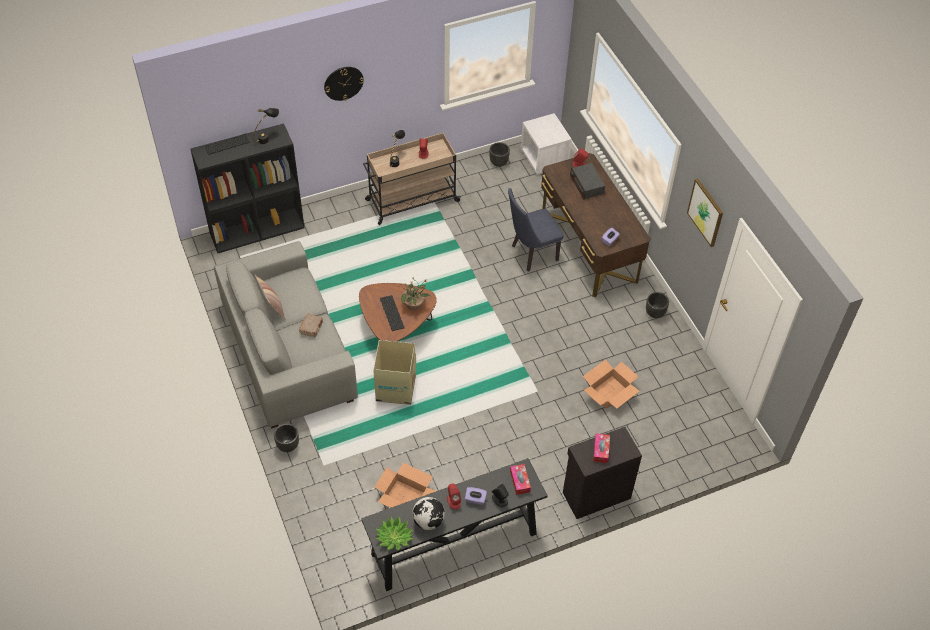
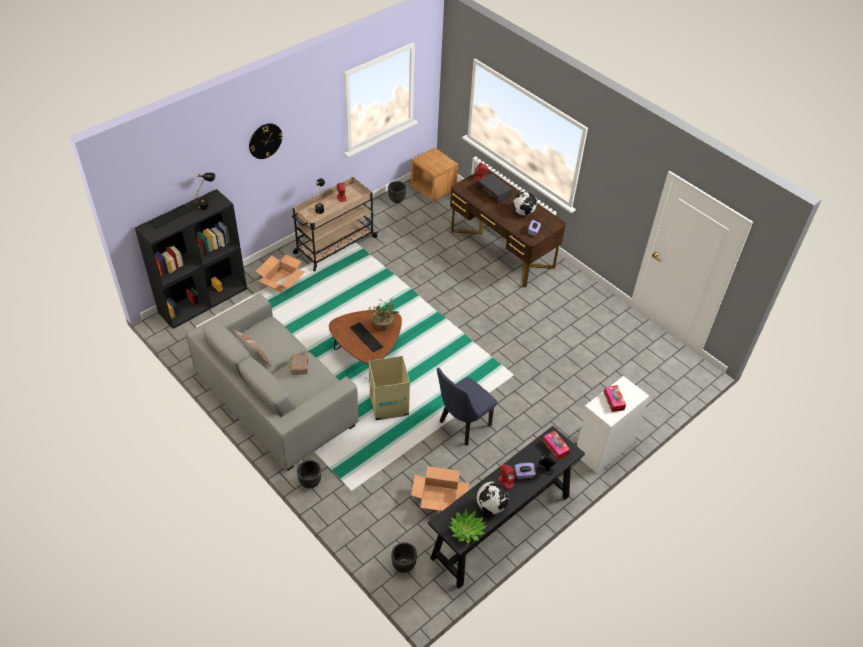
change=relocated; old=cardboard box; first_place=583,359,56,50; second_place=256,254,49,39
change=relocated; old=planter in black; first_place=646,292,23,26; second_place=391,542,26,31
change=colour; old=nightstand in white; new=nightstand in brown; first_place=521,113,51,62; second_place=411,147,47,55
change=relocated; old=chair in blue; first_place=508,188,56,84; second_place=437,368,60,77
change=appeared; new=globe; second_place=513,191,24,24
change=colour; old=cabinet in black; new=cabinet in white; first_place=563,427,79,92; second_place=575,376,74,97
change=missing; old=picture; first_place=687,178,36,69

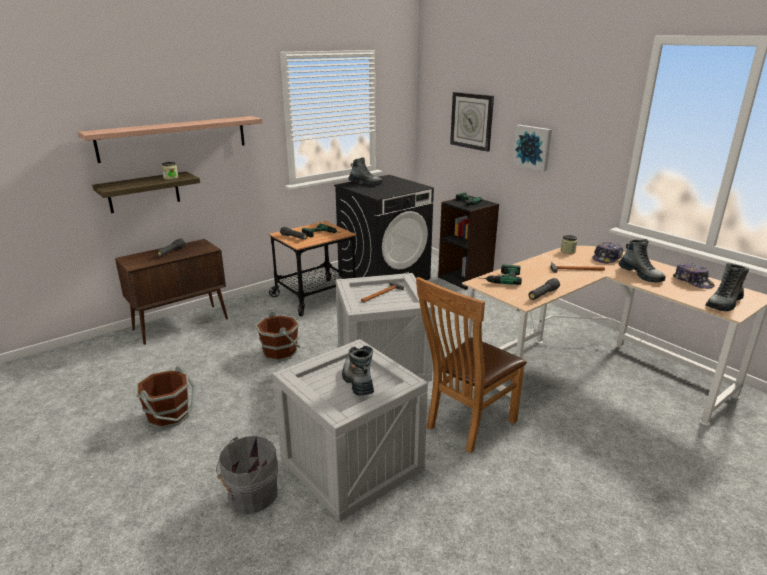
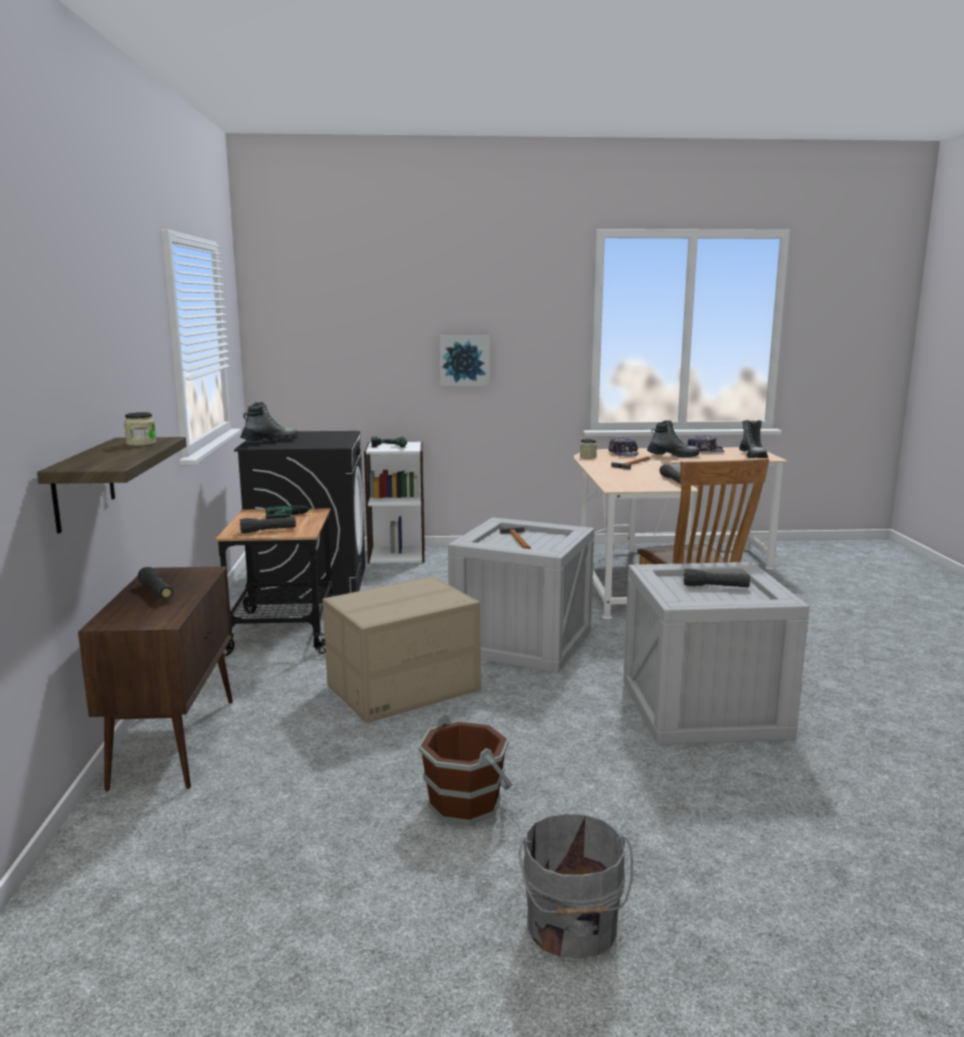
change=exchanged; old=bucket in brown; new=cardboard box; first_place=256,311,44,51; second_place=323,576,158,147
change=colour; old=bookcase in black; new=bookcase in white; first_place=438,195,61,95; second_place=364,442,61,122
change=relocated; old=bucket in grey; first_place=216,436,62,78; second_place=519,814,114,145
change=exchanged; old=boot; new=flashlight in black; first_place=342,346,32,50; second_place=683,568,67,20
change=missing; old=shelf; first_place=78,116,185,47
change=missing; old=wall clock; first_place=450,92,44,60
change=missing; old=power drill; first_place=481,265,41,20

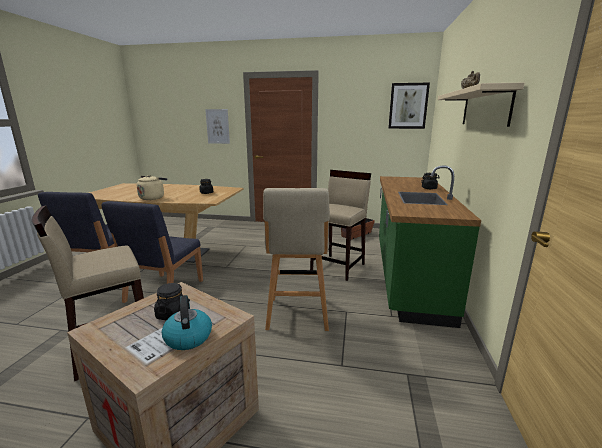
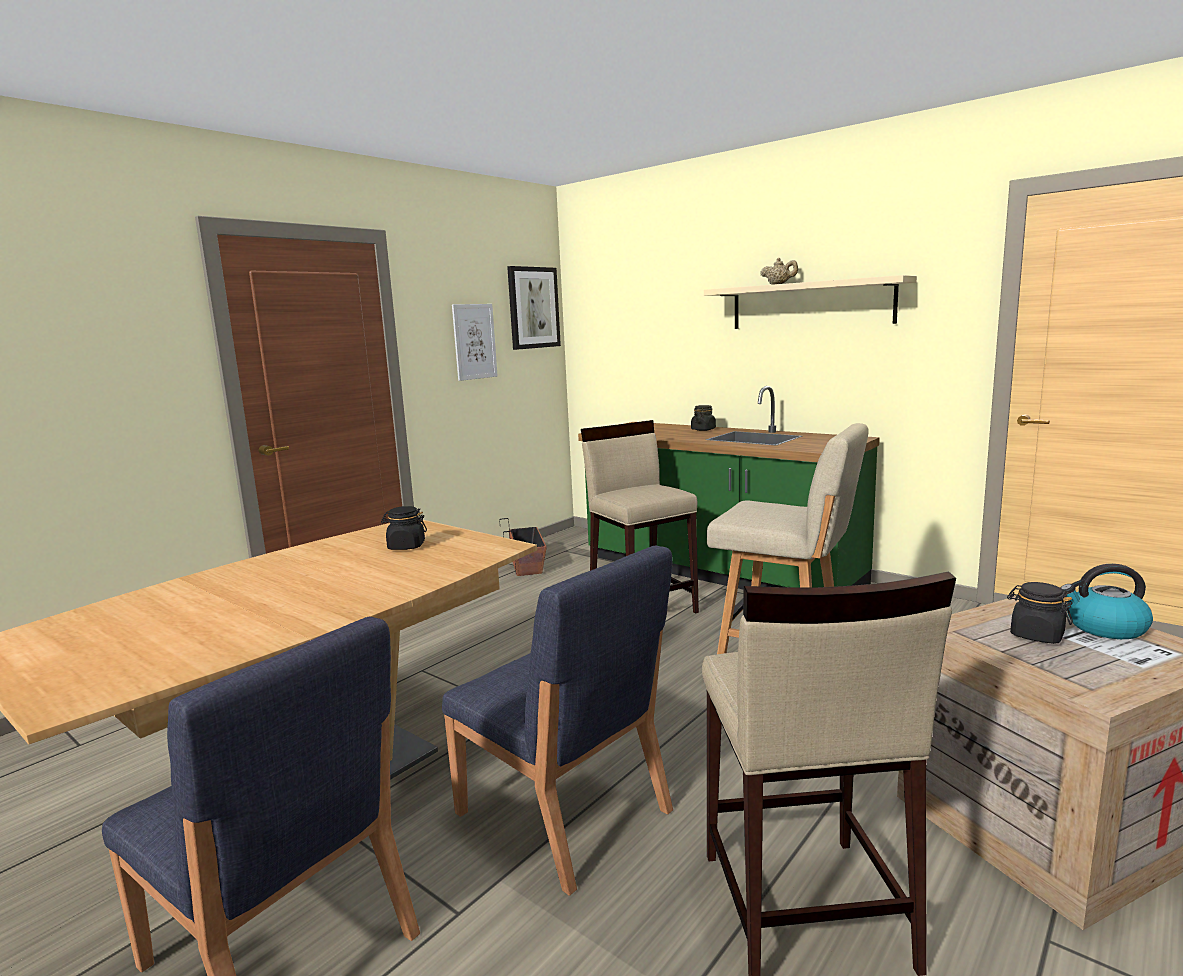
change=relocated; old=picture; first_place=205,109,25,35; second_place=452,304,46,77
change=missing; old=kettle in beige; first_place=136,175,31,25

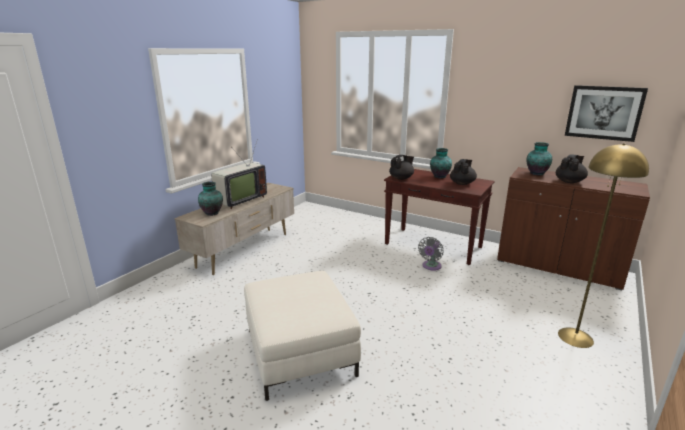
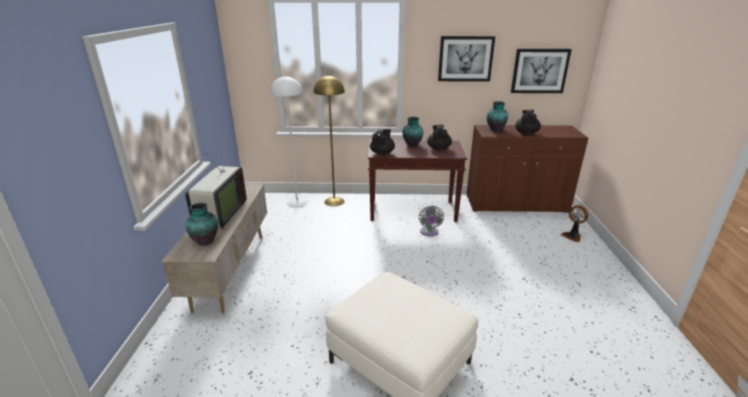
change=appeared; new=floor lamp in white; second_place=271,76,36,132
change=relocated; old=floor lamp in yellow; first_place=558,143,91,205; second_place=314,75,31,131
change=appeared; new=picture; second_place=438,36,57,46
change=appeared; new=fan; second_place=561,205,27,37

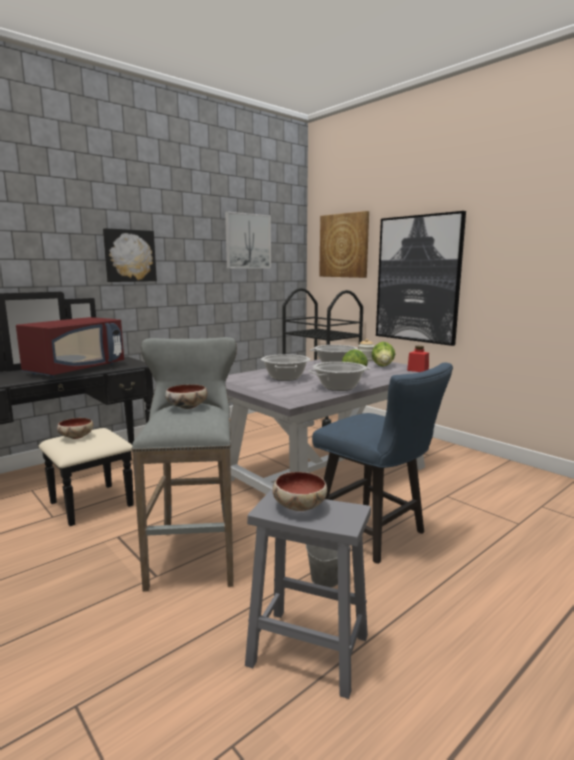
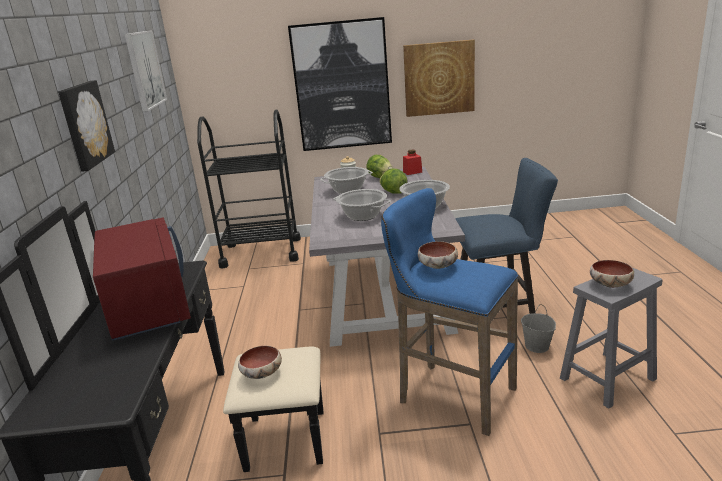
change=colour; old=stool in grey; new=stool in blue; first_place=132,337,105,255; second_place=381,188,137,248
change=relocated; old=picture; first_place=319,211,50,67; second_place=403,39,72,78

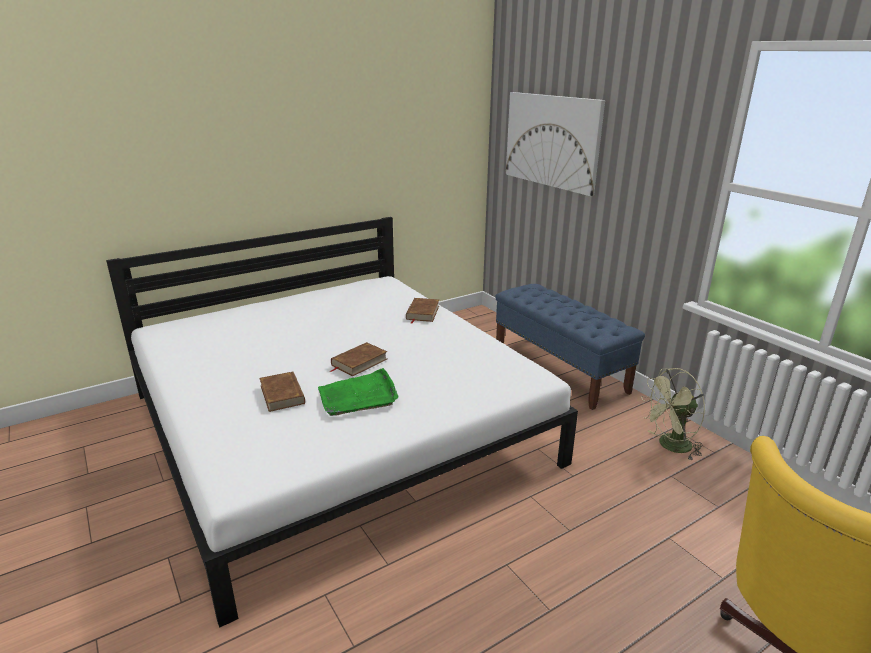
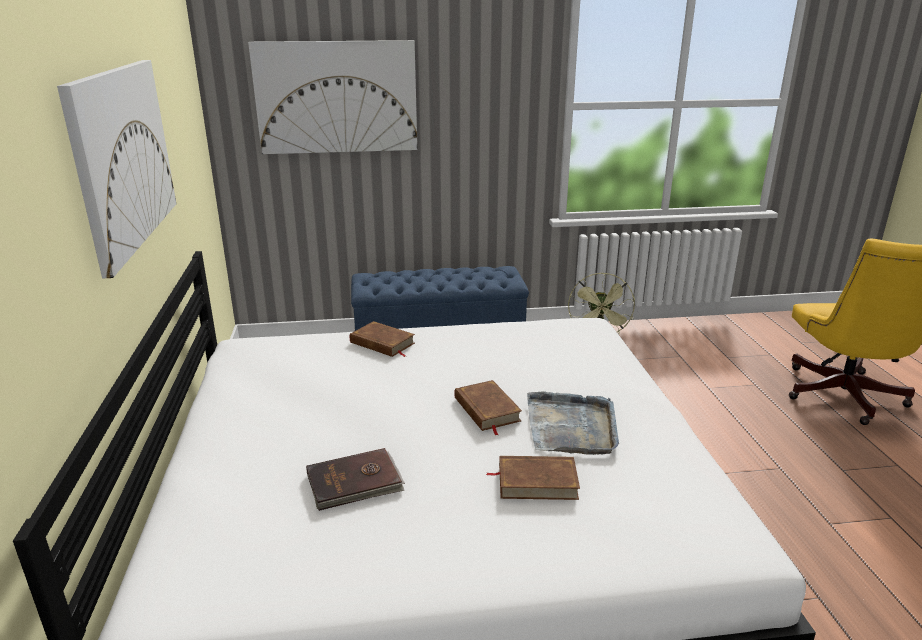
change=appeared; new=picture; second_place=57,60,119,218
change=appeared; new=book in brown; second_place=306,448,99,63
change=colour; old=tray in green; new=tray in grey; first_place=318,368,81,48; second_place=527,391,92,64

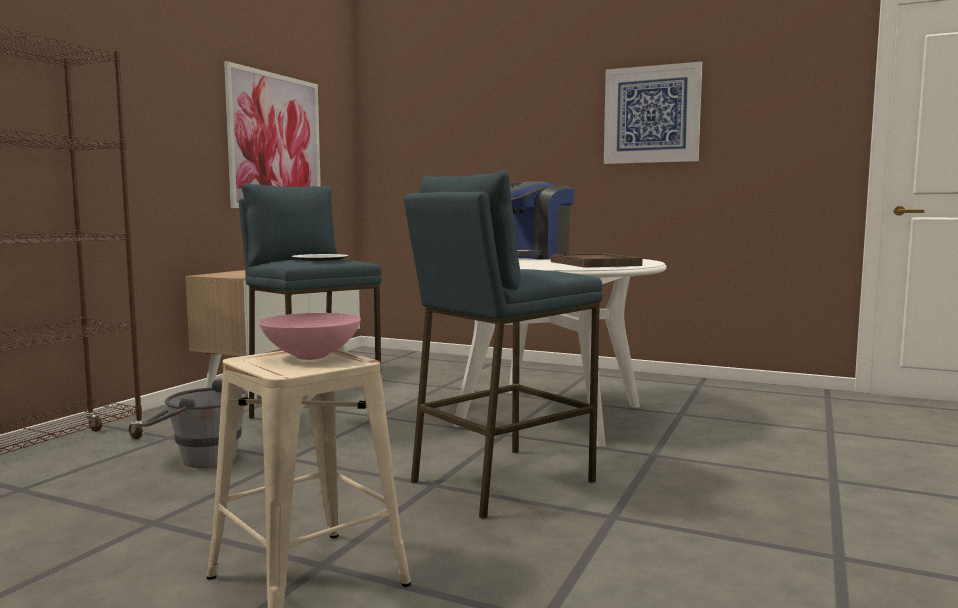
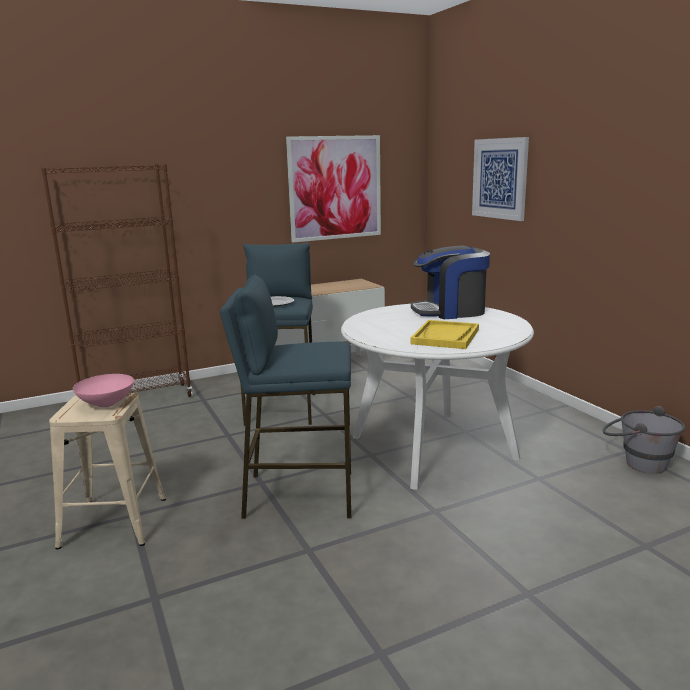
change=colour; old=tray in brown; new=tray in yellow; first_place=551,253,92,15; second_place=410,320,69,29
change=relocated; old=picture; first_place=604,61,98,103; second_place=472,137,57,84
change=relocated; old=bucket in grey; first_place=143,379,105,89; second_place=602,406,83,68

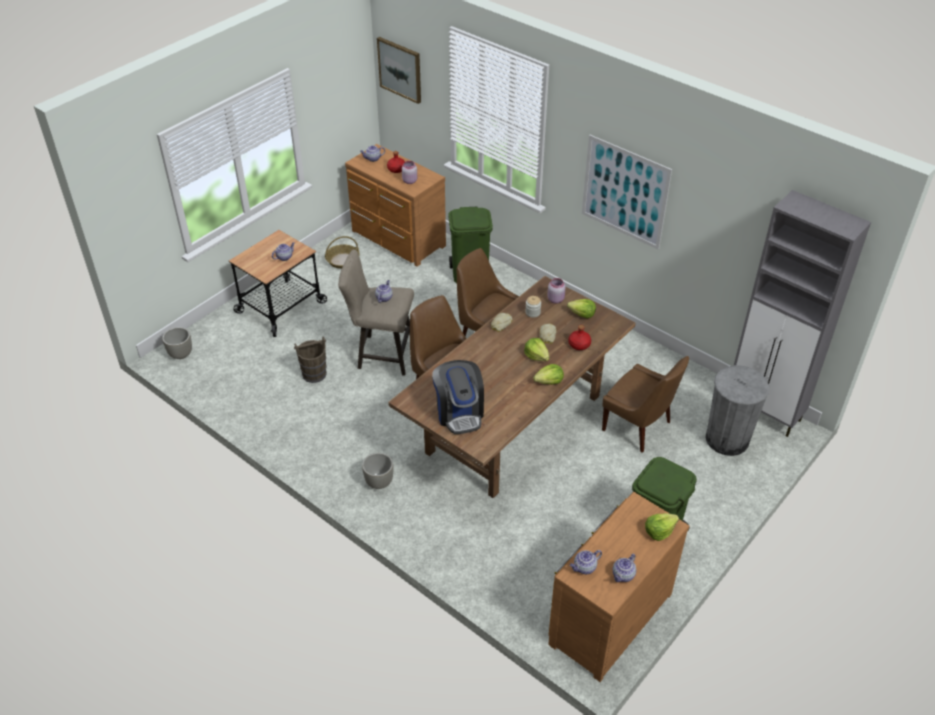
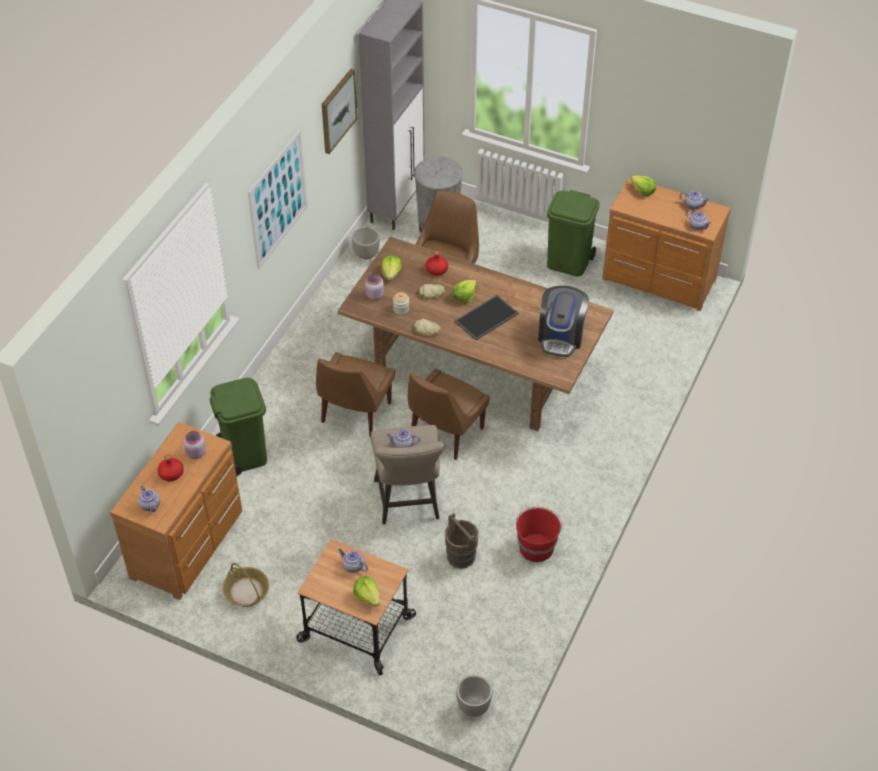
change=relocated; old=picture; first_place=377,37,44,67; second_place=322,69,36,85
change=relocated; old=planter in grey; first_place=362,453,32,36; second_place=352,227,28,33
change=relocated; old=lettuce; first_place=533,364,31,21; second_place=353,576,27,31
change=appeared; new=tray; second_place=454,295,65,45
change=appeared; new=bucket in red; second_place=516,507,46,55
change=spun; old=coffee machine; first_place=432,360,52,74; second_place=538,286,51,71; degrees=135

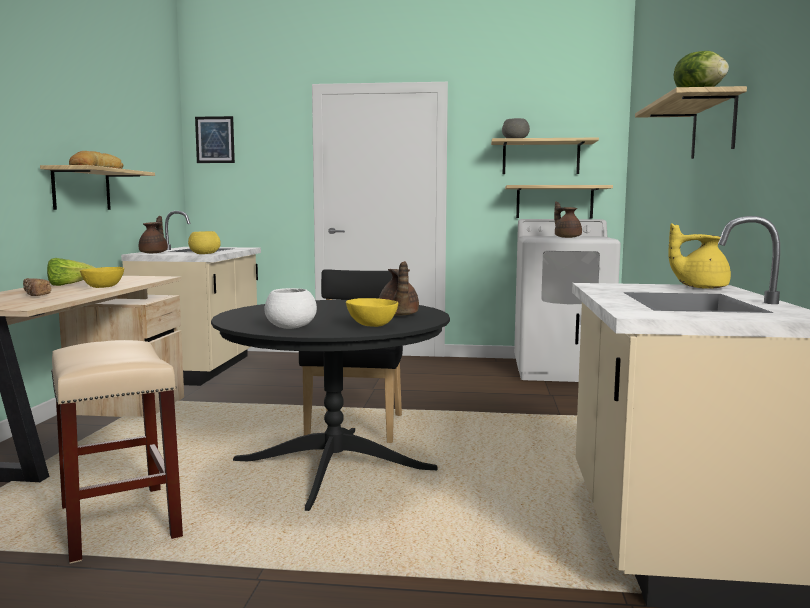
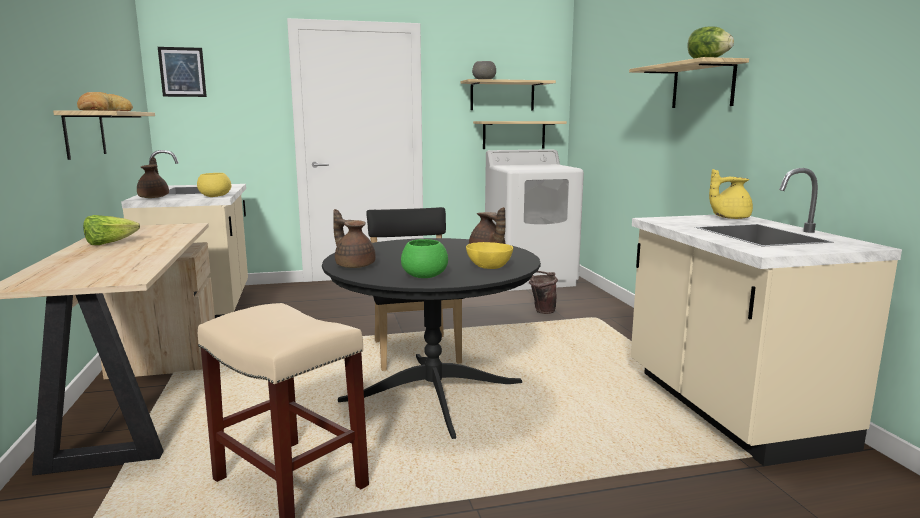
change=relocated; old=teapot in brown; first_place=554,201,28,37; second_place=333,209,43,59
change=colour; old=bowl in white; new=bowl in green; first_place=264,288,53,41; second_place=401,239,47,39
change=appeared; new=bucket in brown; second_place=529,271,29,43
change=missing; old=bread; first_place=23,278,28,18
change=missing; old=bowl in yellow; first_place=80,267,44,21

